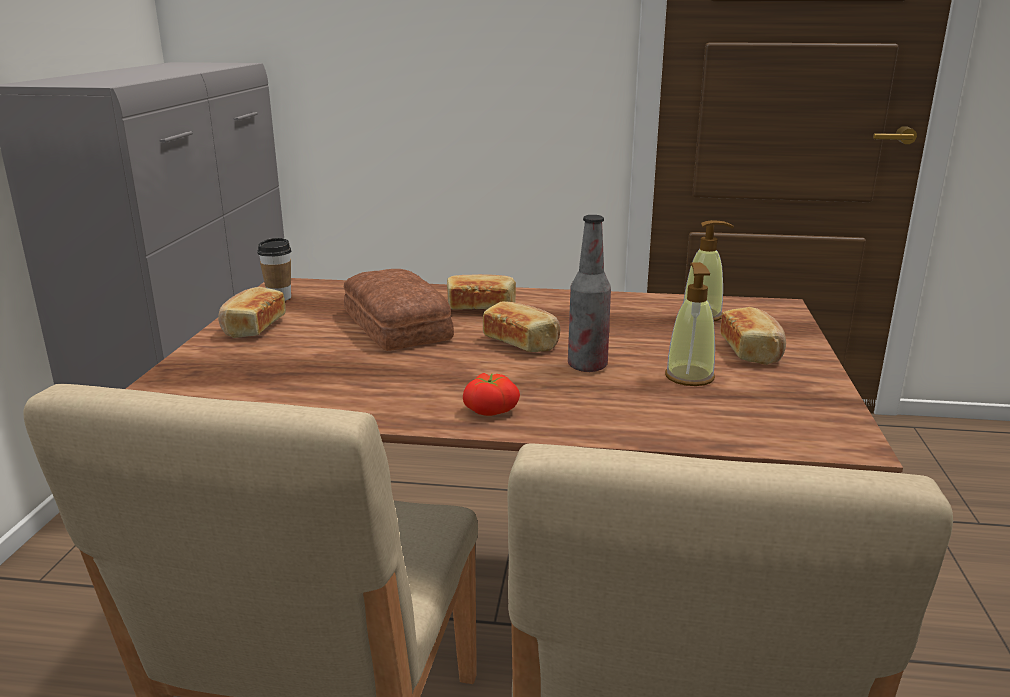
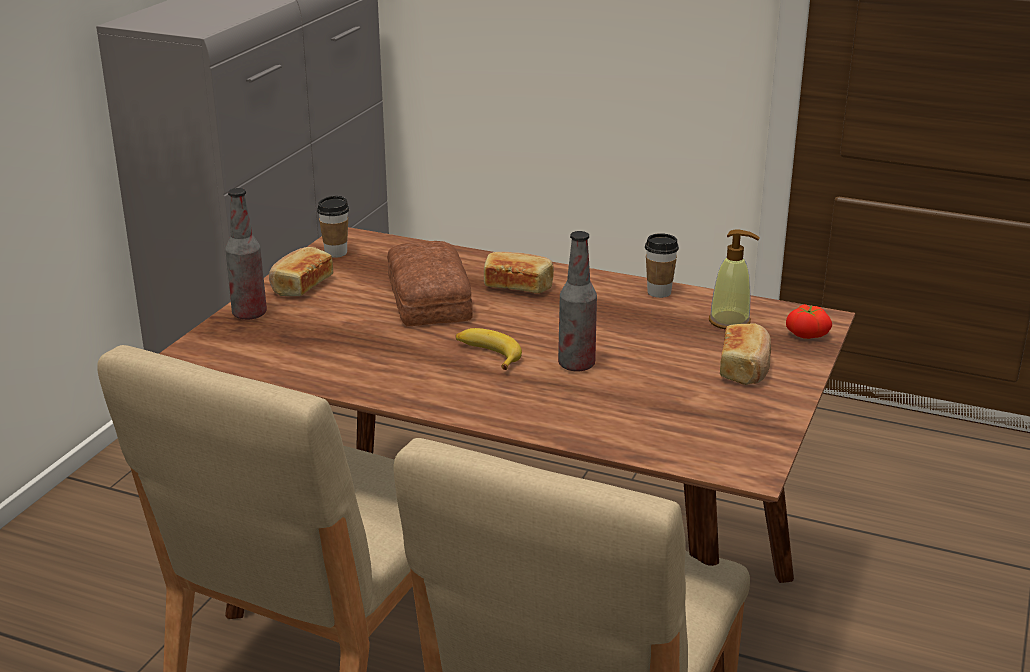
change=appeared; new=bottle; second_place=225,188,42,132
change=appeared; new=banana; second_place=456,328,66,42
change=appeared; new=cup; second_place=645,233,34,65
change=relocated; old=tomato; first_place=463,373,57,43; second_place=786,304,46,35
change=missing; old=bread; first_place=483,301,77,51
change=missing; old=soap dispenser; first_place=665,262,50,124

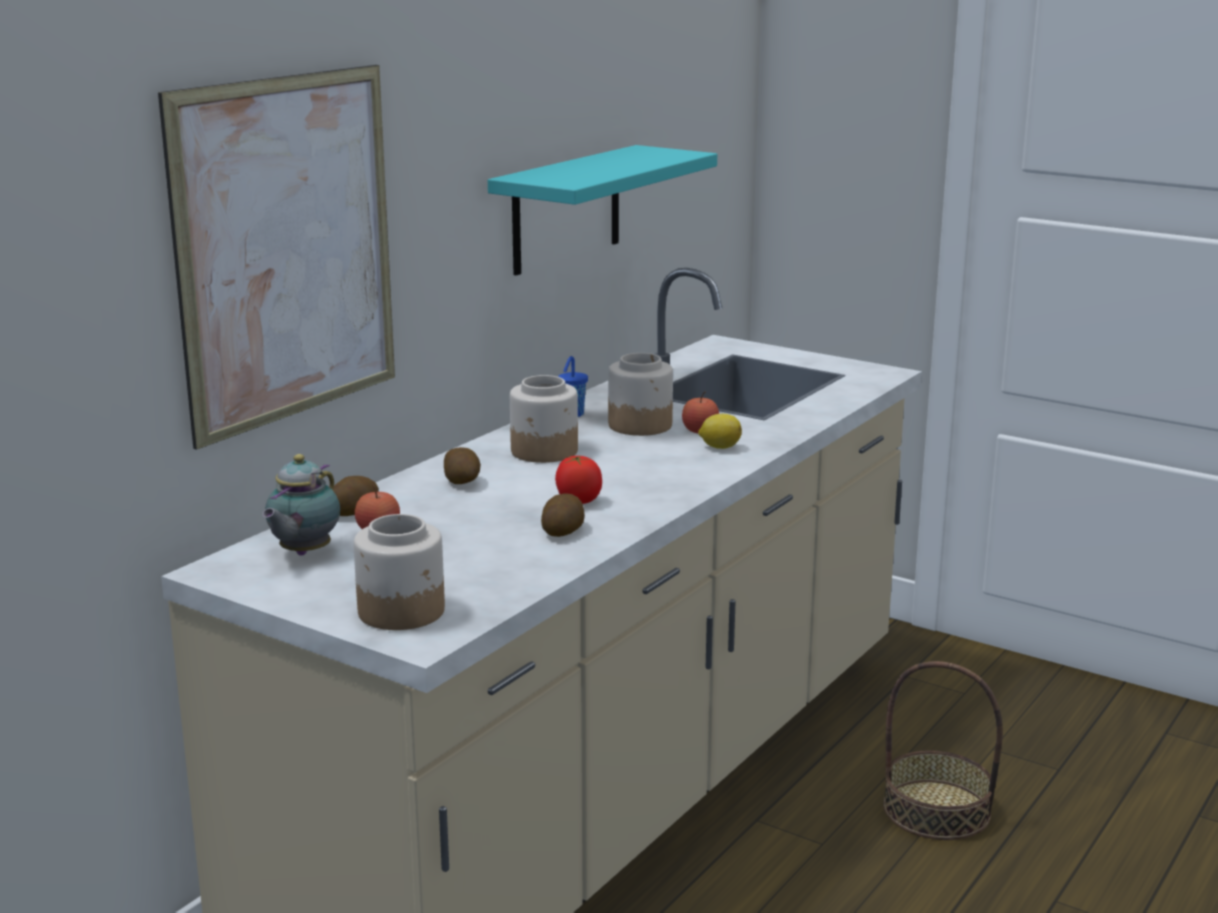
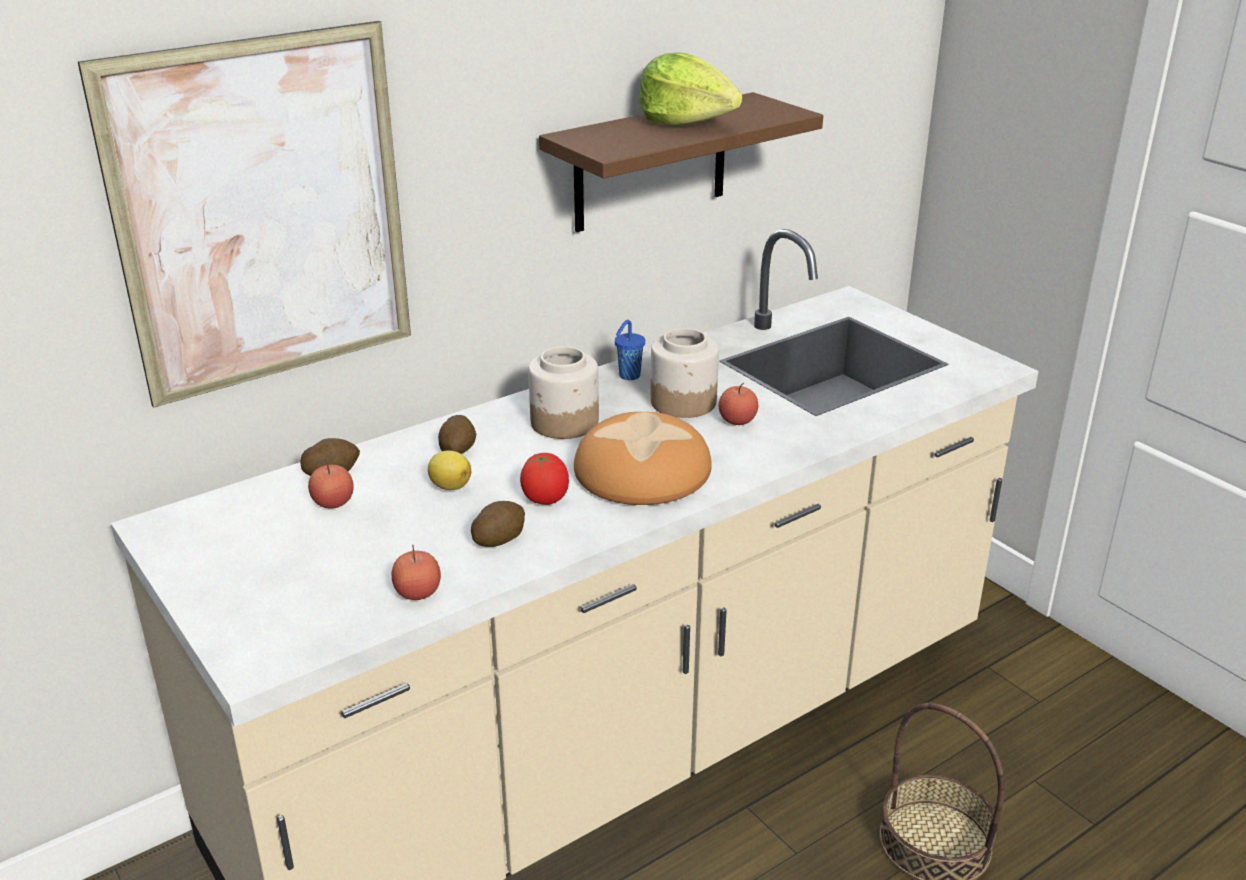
change=appeared; new=apple; second_place=392,545,49,55
change=relocated; old=lemon; first_place=698,414,44,35; second_place=428,450,43,40
change=colour; old=shelf in turquoise; new=shelf in brown; first_place=488,145,229,130; second_place=539,92,284,140
change=appeared; new=bread; second_place=574,412,138,93
change=appeared; new=lettuce; second_place=639,53,103,73
change=missing; old=teapot; first_place=262,454,78,102
change=missing; old=jar; first_place=353,514,92,116

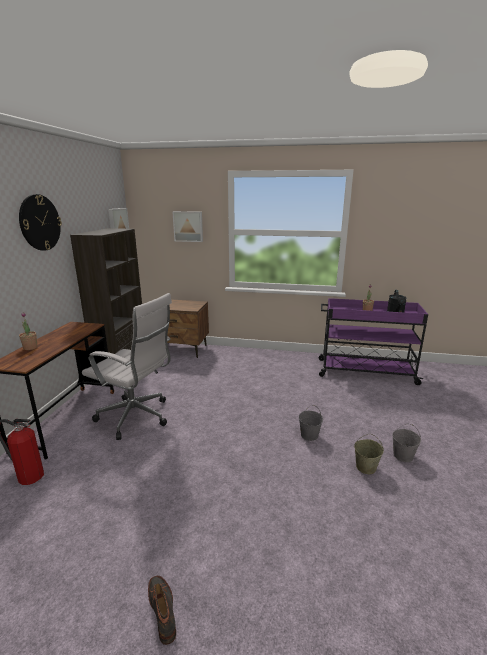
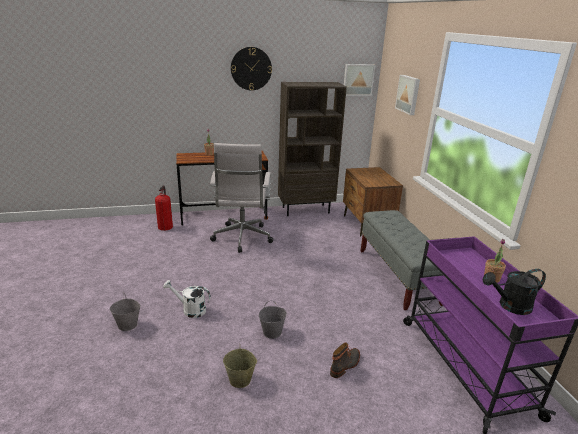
change=relocated; old=bucket in grey; first_place=392,423,29,39; second_place=110,293,31,38
change=appeared; new=watering can in white; second_place=163,280,48,38
change=relocated; old=boot; first_place=148,576,28,69; second_place=330,343,30,35
change=appeared; new=bench in grey; second_place=360,210,83,100

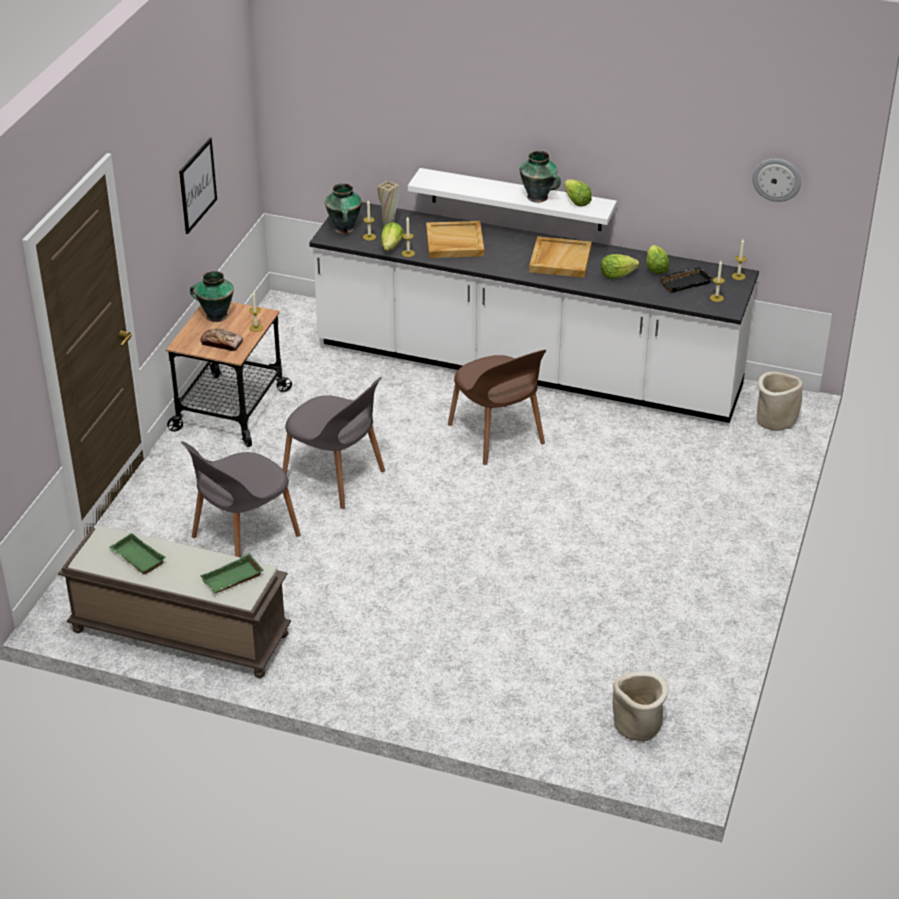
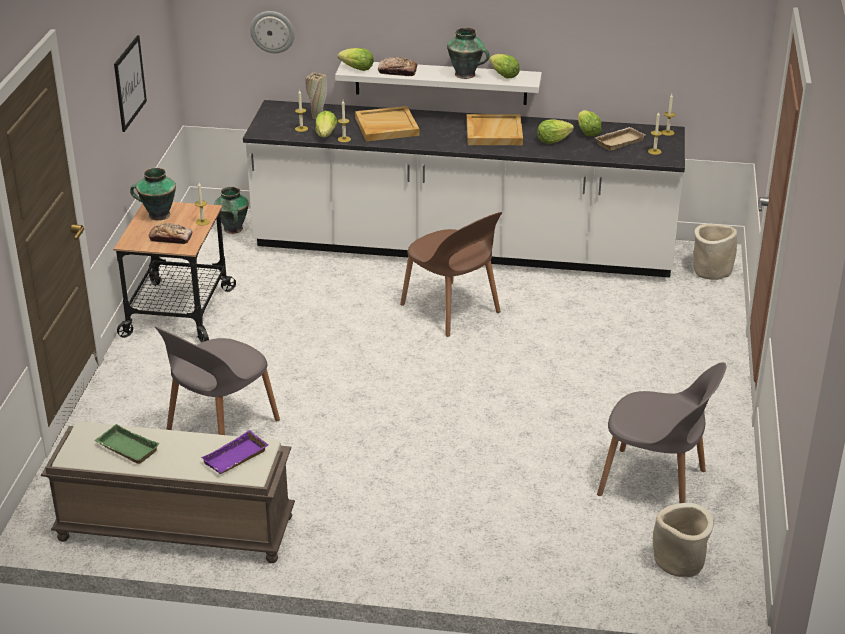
change=colour; old=tray in green; new=tray in purple; first_place=200,553,64,40; second_place=201,430,67,44
change=relocated; old=vase; first_place=325,183,37,51; second_place=214,187,35,47
change=relocated; old=wall clock; first_place=752,159,49,43; second_place=250,11,45,42
change=appeared; new=lettuce; second_place=338,48,36,23
change=appeared; new=bread; second_place=378,57,40,19
change=colour; old=tray in black; new=tray in beige; first_place=658,267,55,26; second_place=594,127,51,24
change=relocated; old=chair in grey; first_place=283,377,102,132; second_place=597,362,129,141

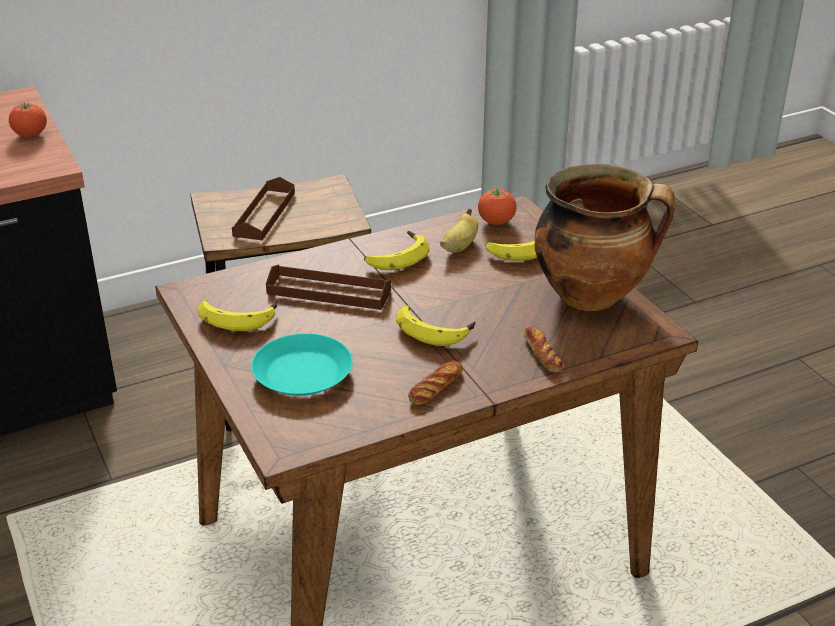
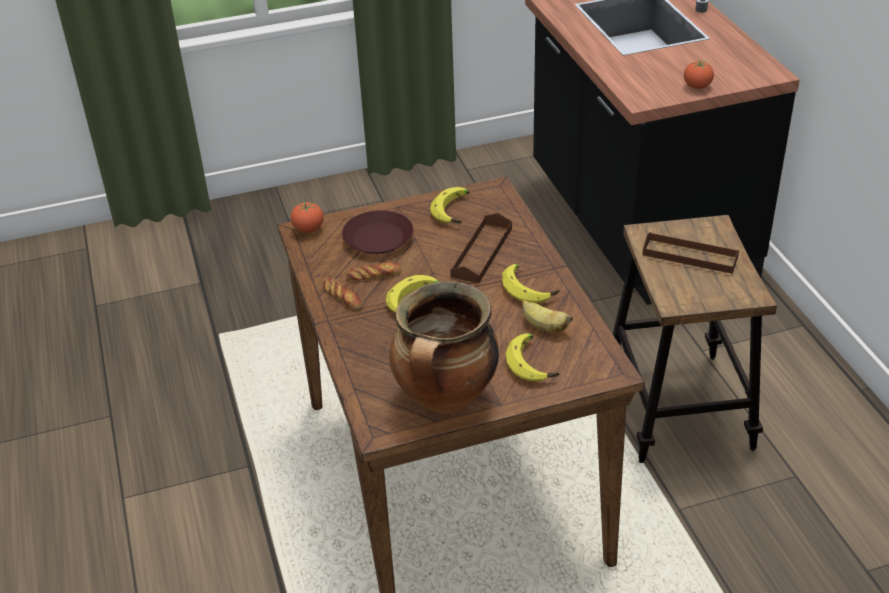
change=relocated; old=tomato; first_place=478,188,39,37; second_place=291,201,32,32
change=colour; old=plate in turquoise; new=plate in brown; first_place=251,333,102,63; second_place=342,210,71,44
change=relocated; old=bread; first_place=524,326,39,46; second_place=346,262,55,19

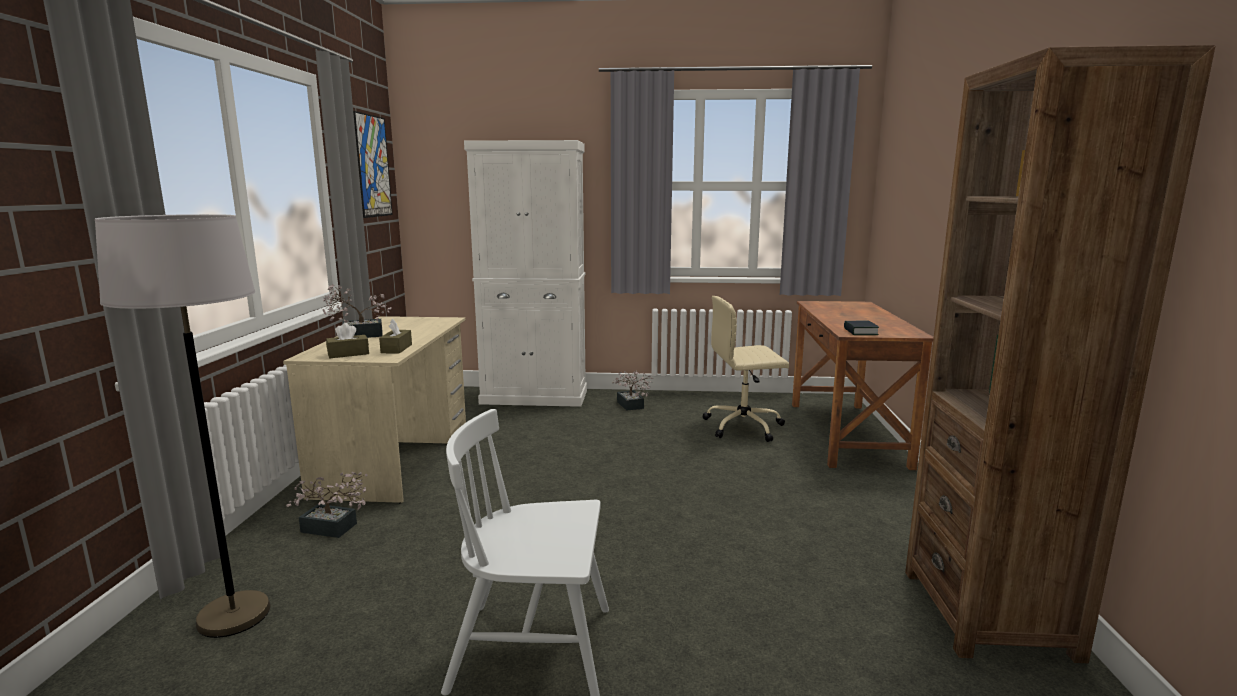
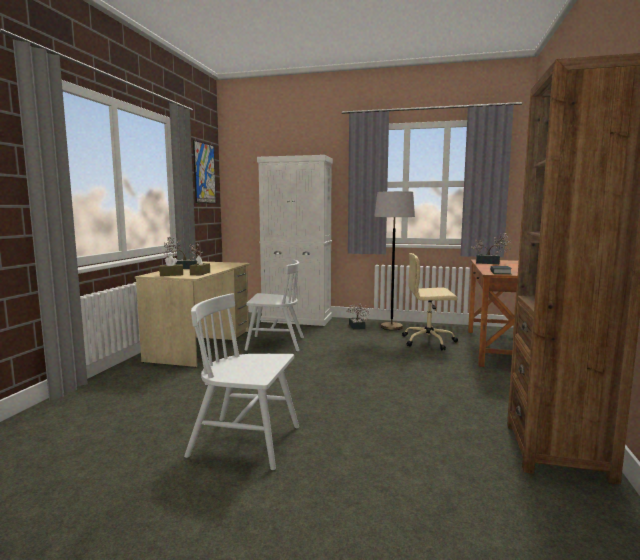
change=appeared; new=chair in white; second_place=245,259,59,92
change=relocated; old=floor lamp in grey; first_place=95,214,176,424; second_place=374,191,41,139
change=relocated; old=potted plant; first_place=286,471,82,67; second_place=471,233,40,31

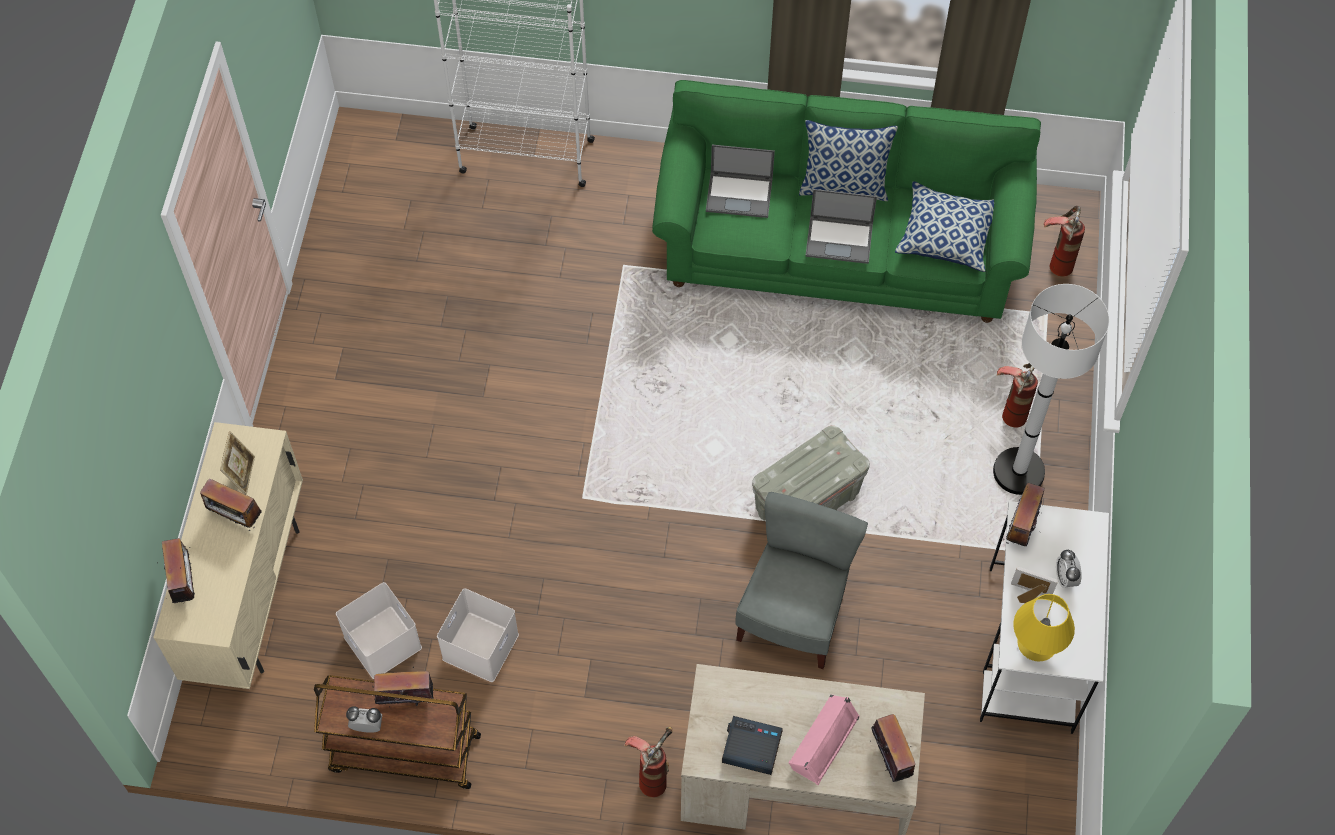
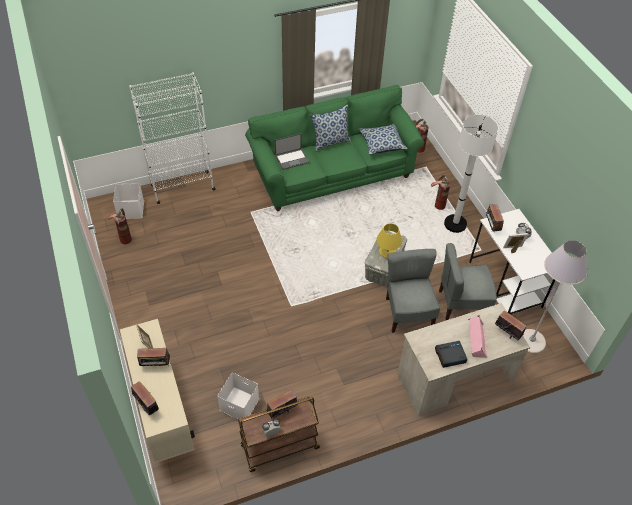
change=relocated; old=fire extinguisher; first_place=624,727,49,70; second_place=107,208,25,36
change=relocated; old=storage box in white; first_place=437,588,82,94; second_place=113,183,31,36
change=relocated; old=table lamp in yellow; first_place=1013,594,62,67; second_place=377,223,25,35
change=appeared; new=chair in grey; second_place=439,243,58,77
change=appeared; new=floor lamp in grey; second_place=523,240,65,113
change=missing; old=laptop; first_place=805,189,72,75

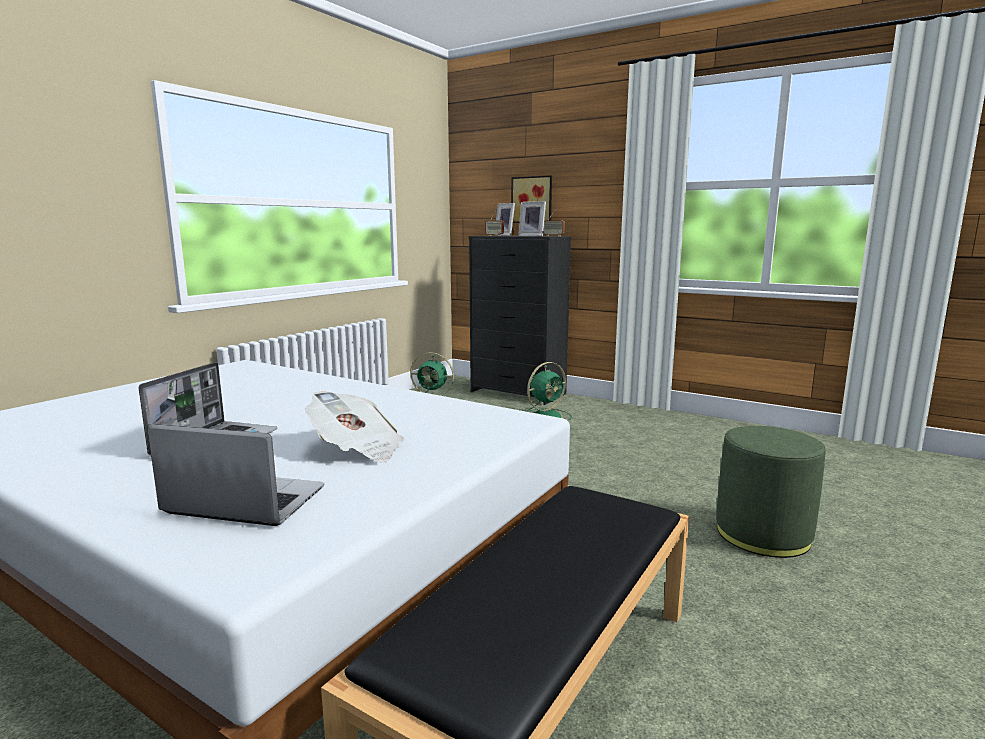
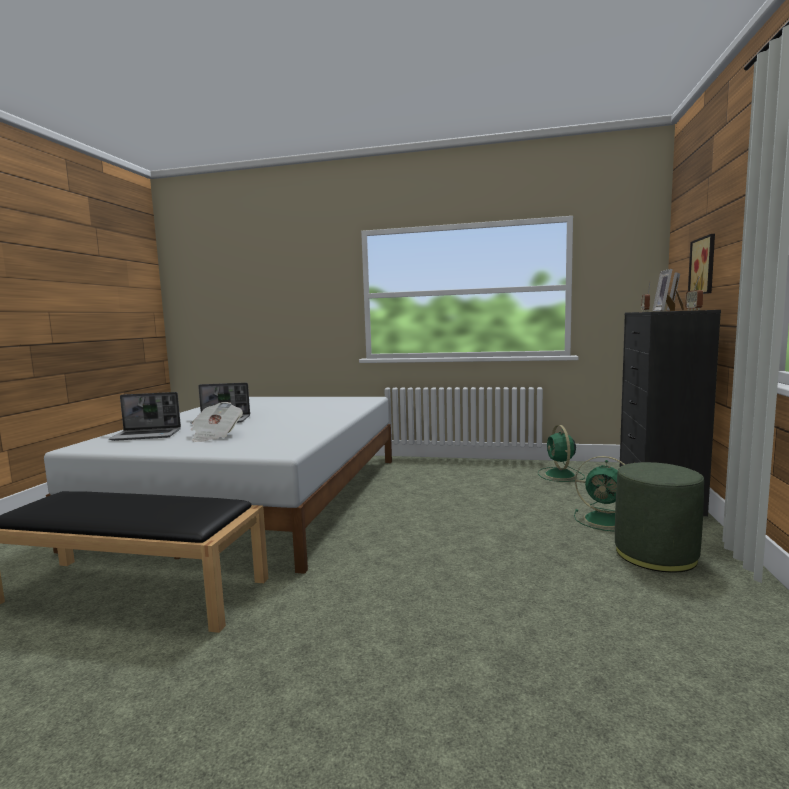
change=spun; old=laptop; first_place=147,424,177,102; second_place=109,392,72,49; degrees=90
change=relocated; old=ottoman in green; first_place=716,426,110,132; second_place=615,462,89,111

